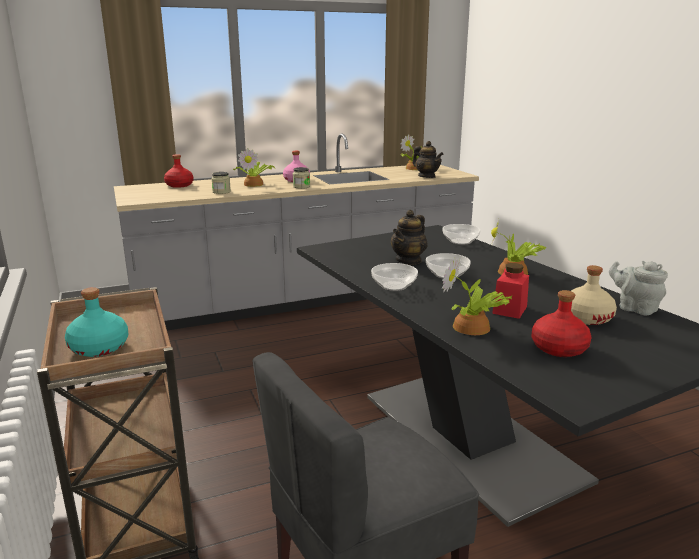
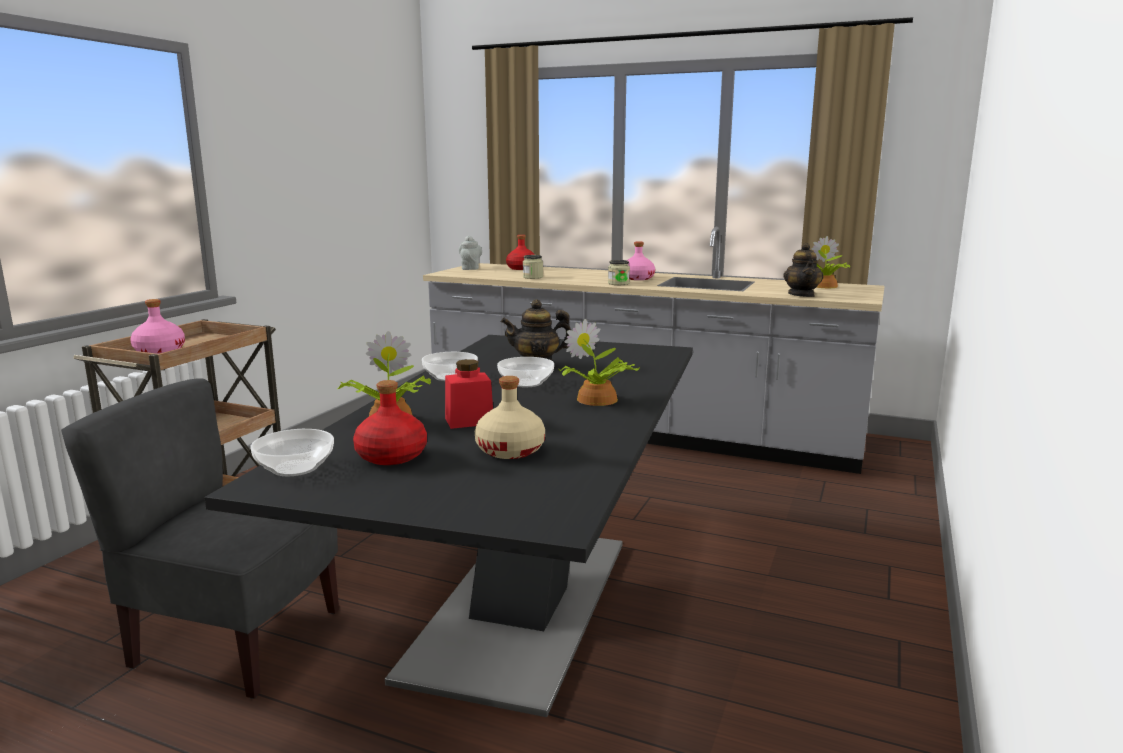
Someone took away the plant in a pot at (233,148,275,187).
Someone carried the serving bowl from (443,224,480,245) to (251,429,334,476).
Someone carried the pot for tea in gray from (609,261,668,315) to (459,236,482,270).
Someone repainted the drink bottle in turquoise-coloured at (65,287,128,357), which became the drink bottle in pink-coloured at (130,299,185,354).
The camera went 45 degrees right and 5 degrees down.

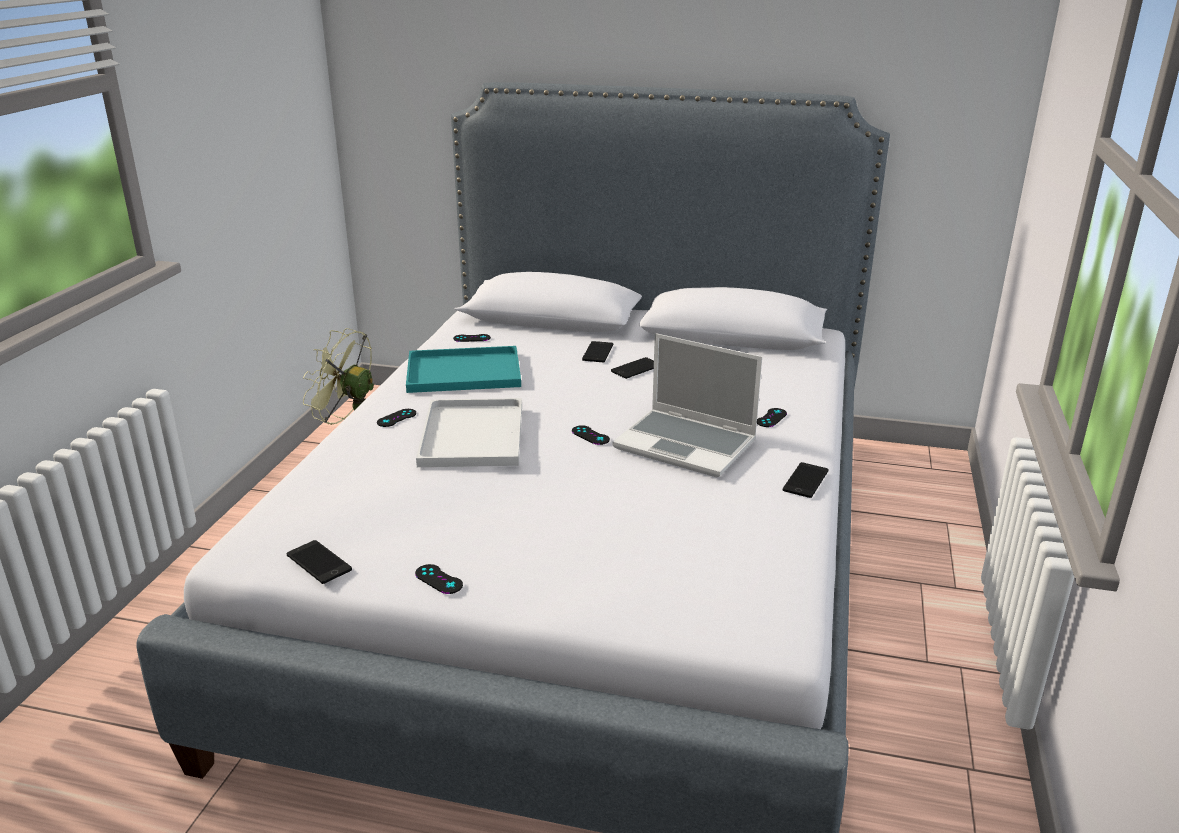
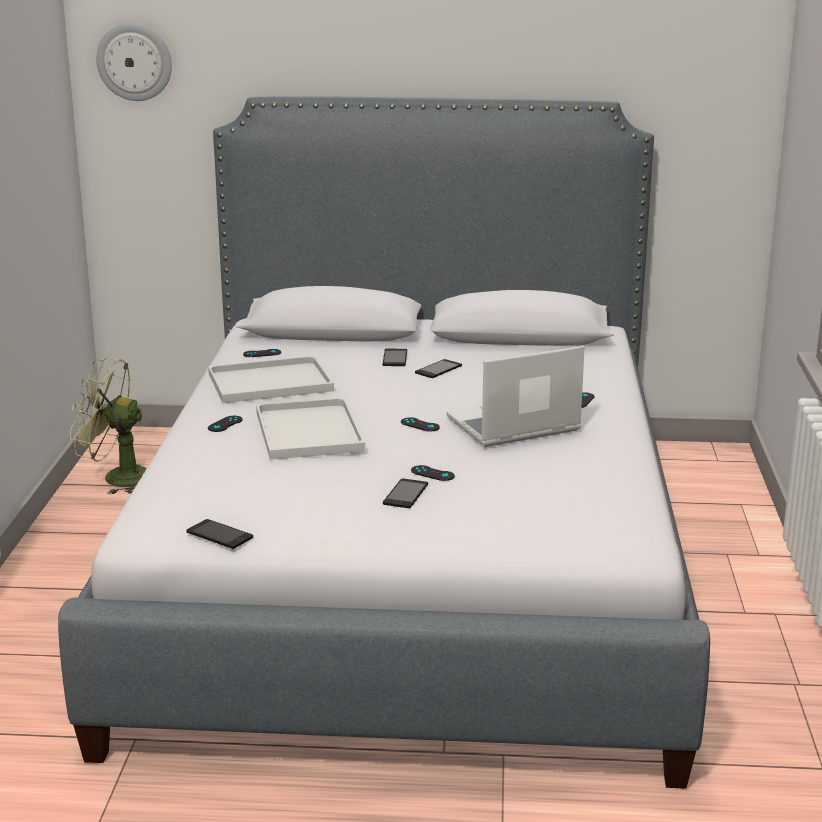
Someone put up the hanging clock at (96,23,172,101).
Someone carried the game controller in black from (415,564,463,594) to (411,465,455,481).
Someone carried the handset from (783,462,829,498) to (383,478,428,508).
Someone repainted the serving tray in turquoise-coloured at (406,346,521,393), which became the serving tray in whitish at (208,356,334,403).
Someone rotated the laptop at (612,333,762,477) by 135 degrees clockwise.
The camera went 10 degrees left and 5 degrees down.

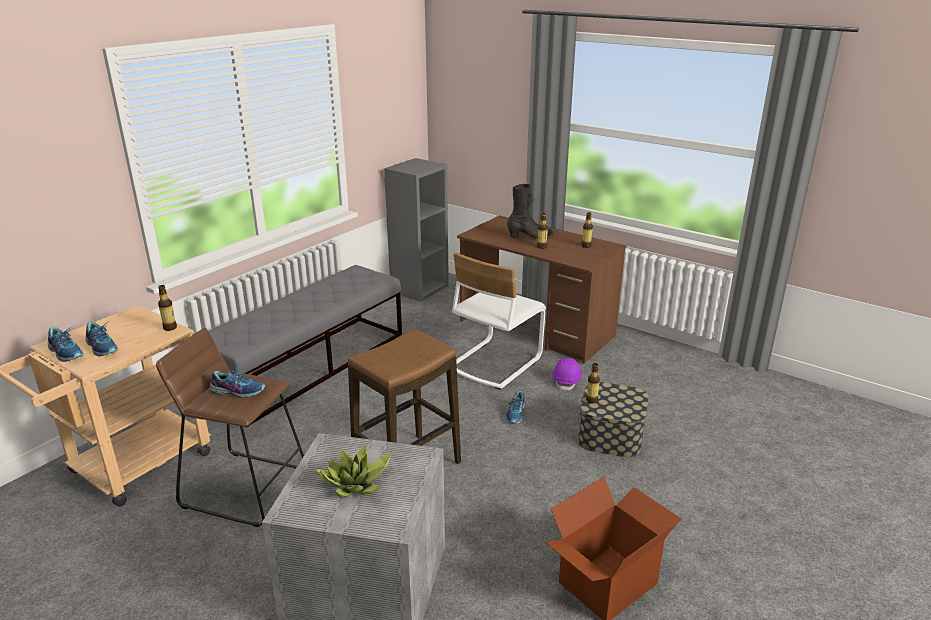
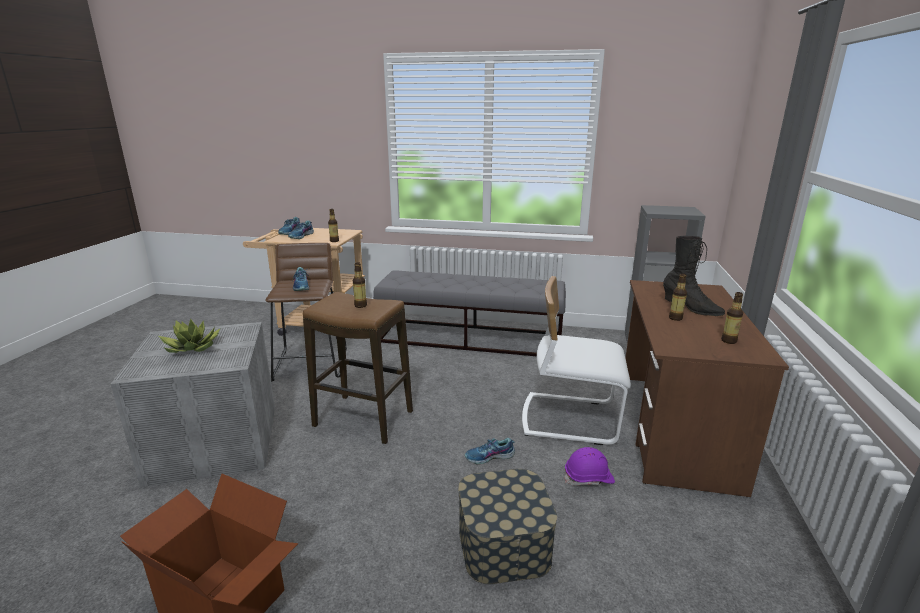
Someone carried the drink bottle from (586,363,600,403) to (353,262,367,308).
The camera went 65 degrees right and 5 degrees down.

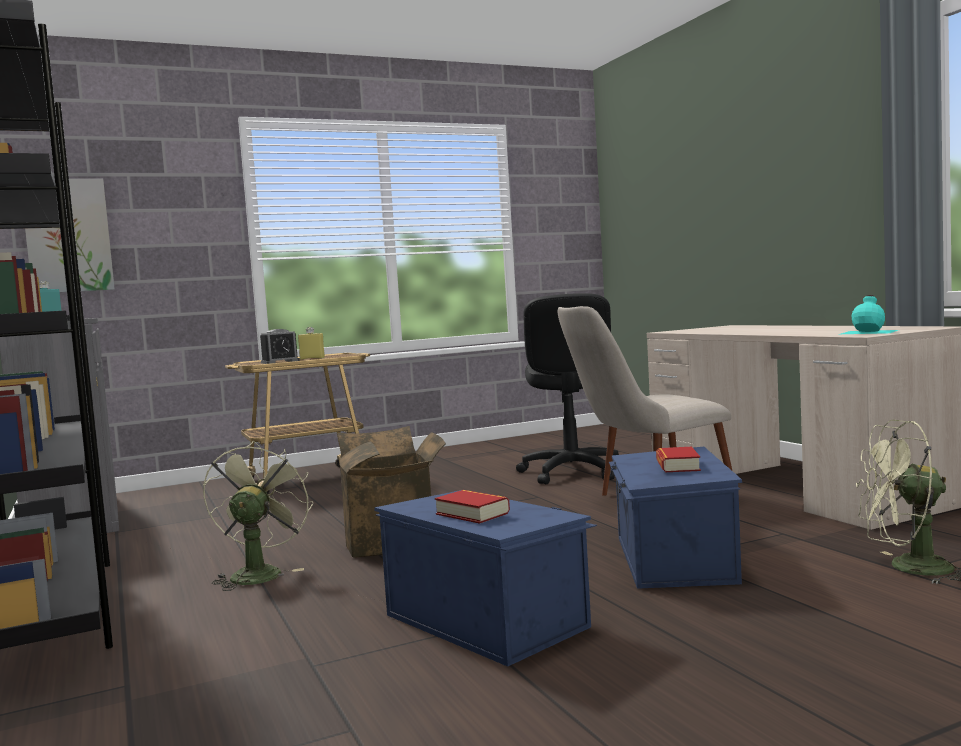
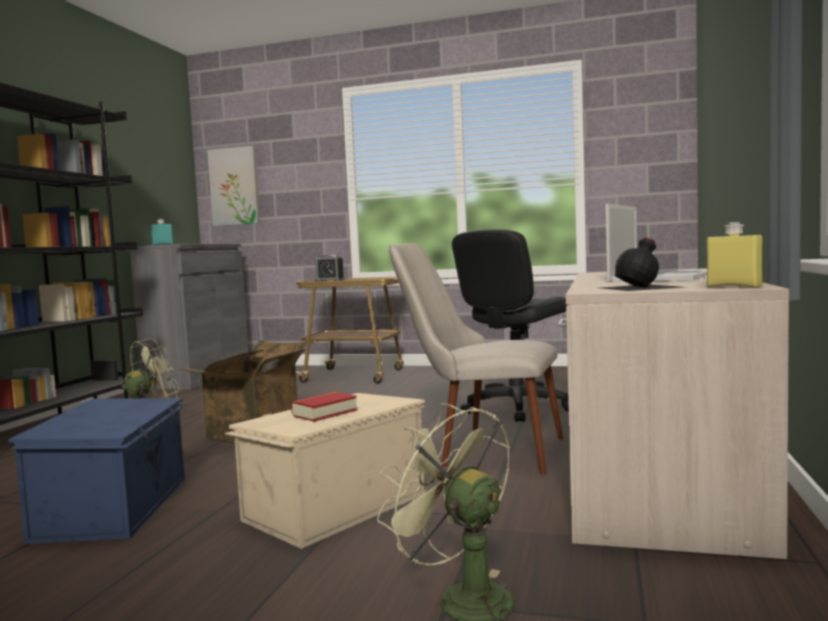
Someone took away the volume at (435,490,510,524).
Someone put down the laptop at (606,204,707,282).
Someone carried the drink bottle in yellow-coloured from (298,327,325,360) to (707,222,762,287).
Someone repainted the storage bin in bluish at (609,447,742,589), which became the storage bin in sand-coloured at (225,393,425,549).
Someone repainted the drink bottle in turquoise-coloured at (841,295,898,334), which became the drink bottle in black at (601,237,683,291).
The camera went 40 degrees right and 0 degrees up.

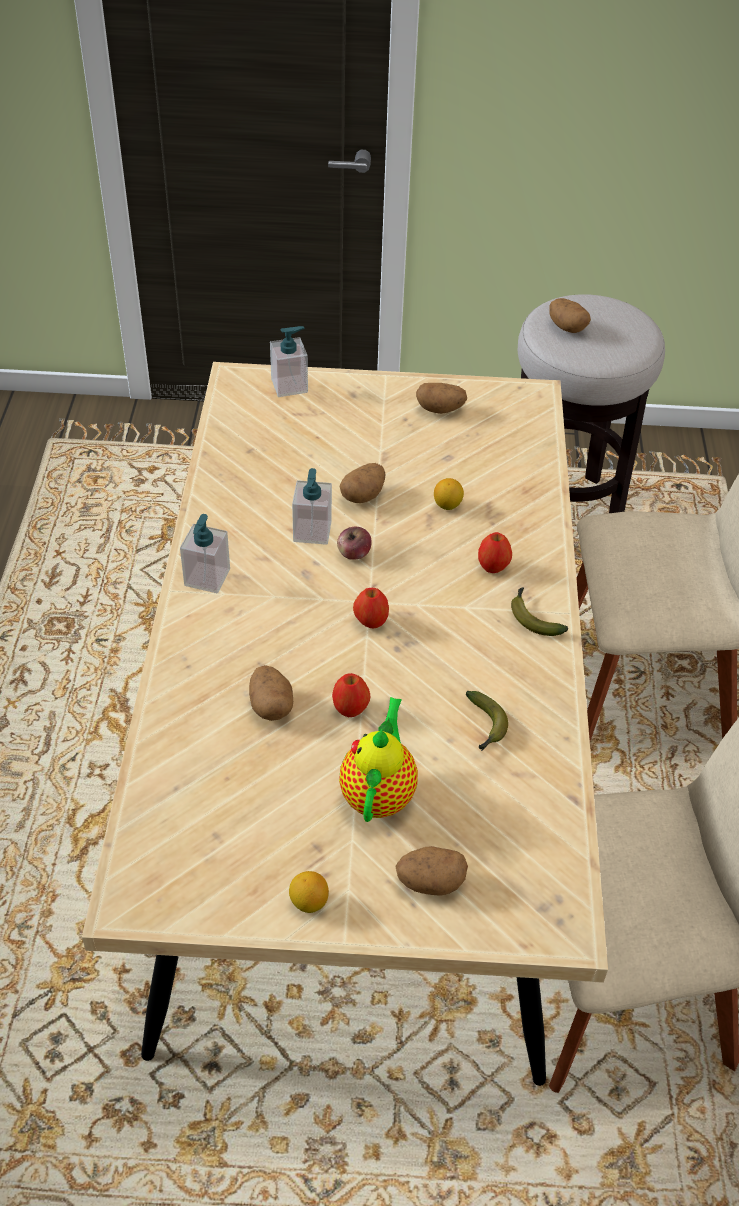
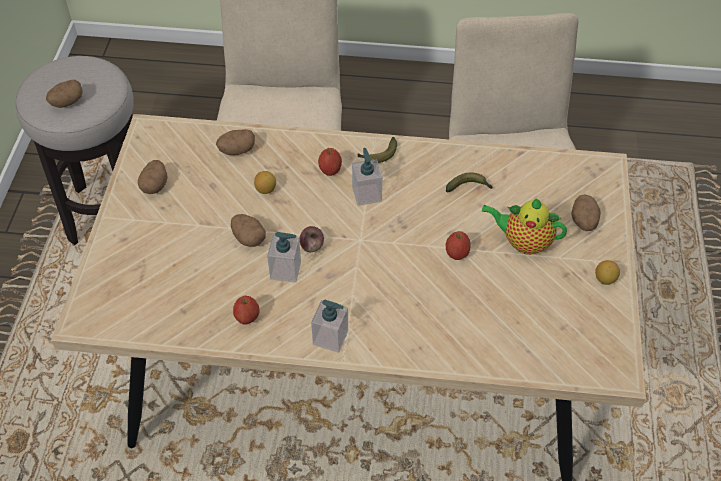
Someone carried the spud from (249,665,293,721) to (216,129,255,155).
Someone carried the soap bottle from (270,326,308,397) to (352,148,383,206).
Someone carried the apple from (353,588,389,628) to (233,296,260,325).
The camera went 85 degrees left and 5 degrees up.

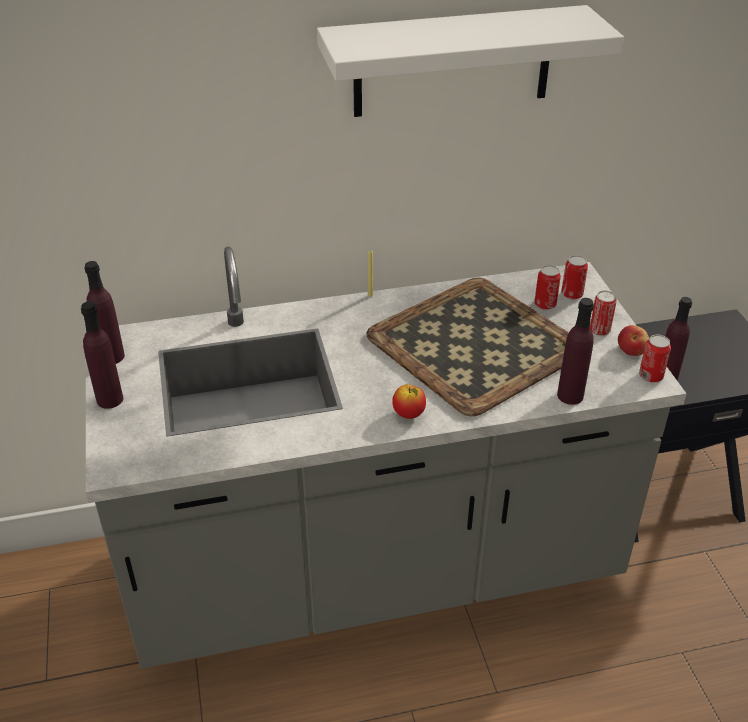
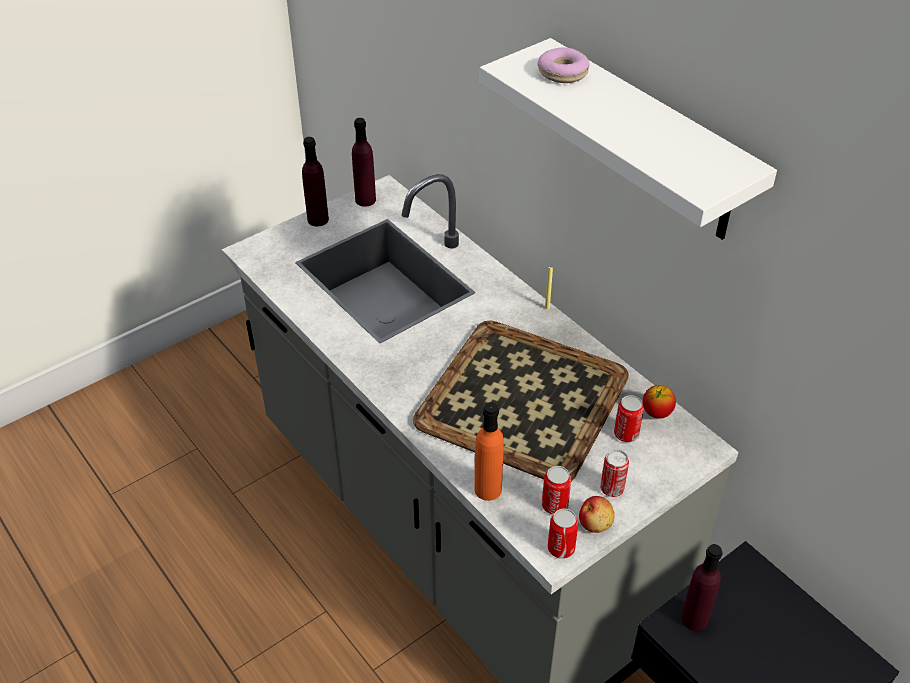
Someone put down the ring doughnut at (538,48,590,83).
Someone carried the apple from (392,384,426,419) to (643,385,676,419).
Someone carried the metal can from (561,255,588,299) to (542,466,571,514).
Someone repainted the drink bottle in purple at (557,298,594,405), which became the drink bottle in orangey at (474,402,504,501).
The camera went 65 degrees right and 5 degrees up.

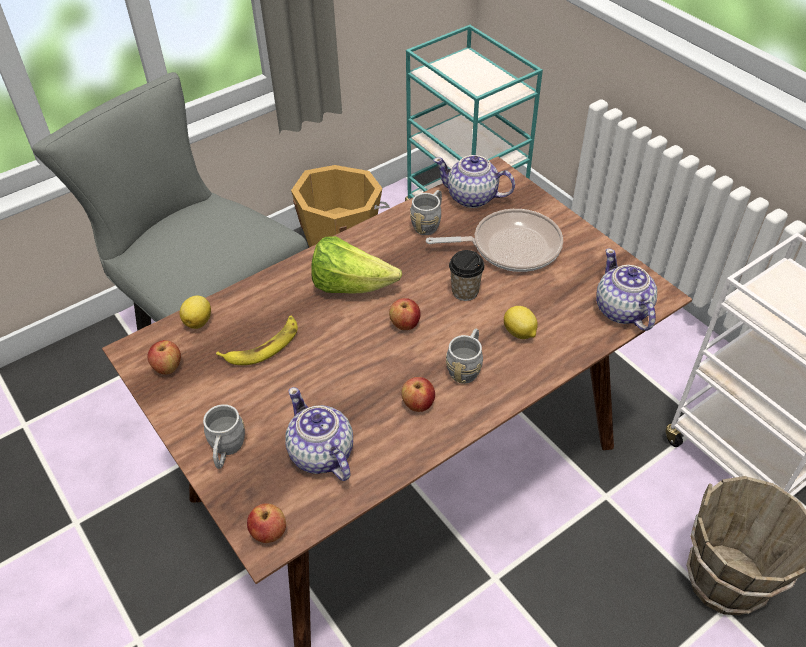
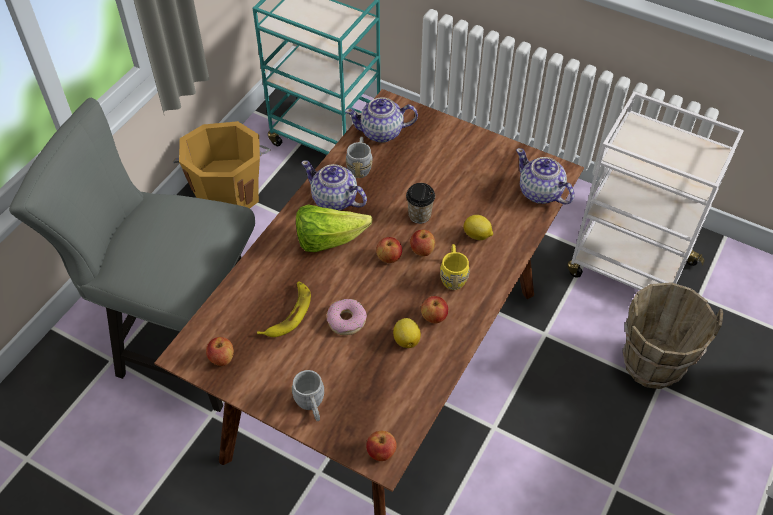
Someone took away the skillet at (426,209,563,272).
Someone put down the ring doughnut at (327,299,367,335).
Someone put down the apple at (410,230,435,256).
Someone carried the whole lemon from (179,296,211,329) to (393,318,421,348).
Someone carried the pot for tea from (285,387,353,481) to (301,160,367,211).
Someone repainted the tea mug in gray at (446,328,483,384), which became the tea mug in yellow-coloured at (440,244,470,290).
The camera went 25 degrees left and 5 degrees up.

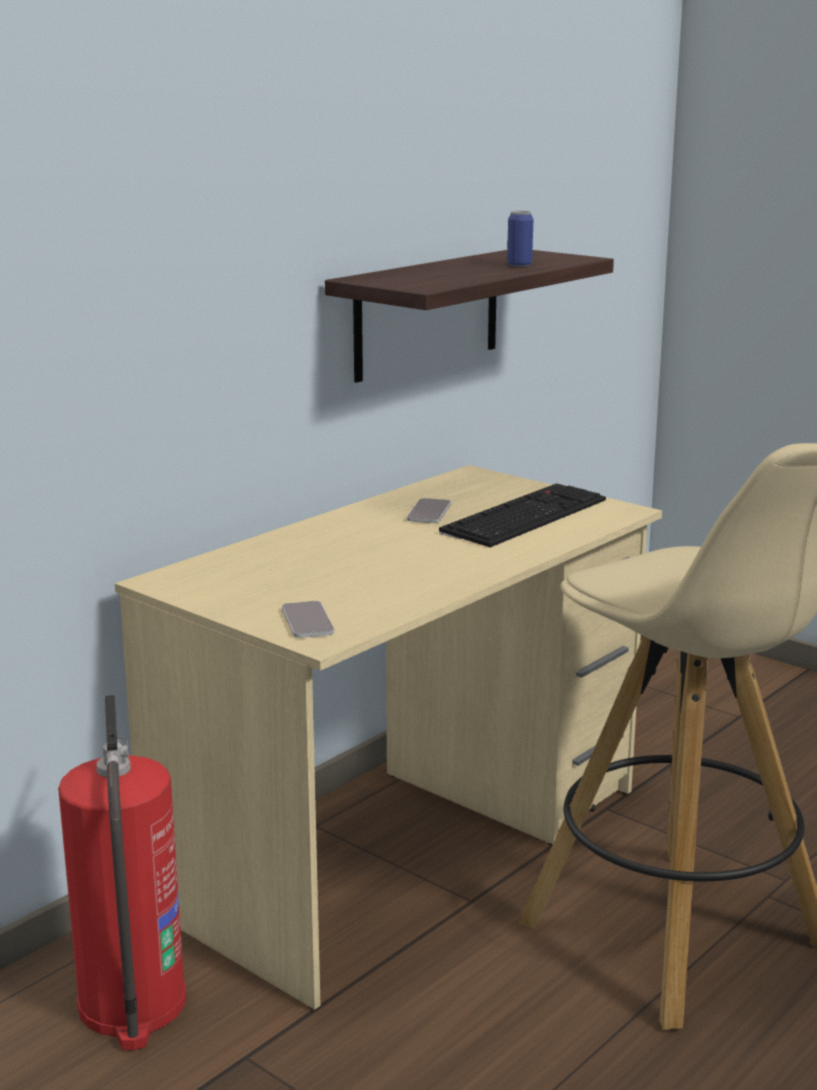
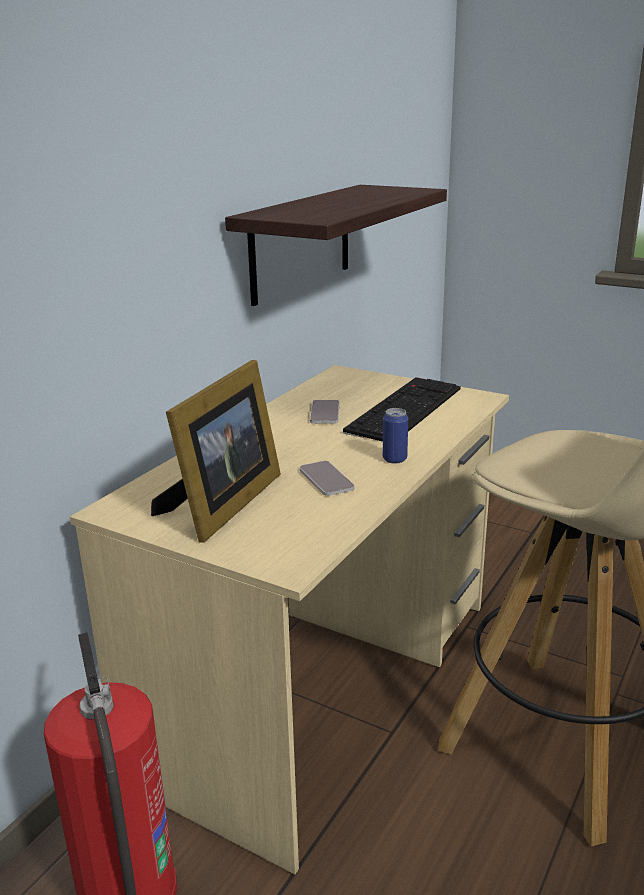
Someone put down the picture frame at (151,360,281,543).
Someone carried the handset from (282,601,334,638) to (300,461,355,496).
Someone carried the metal can from (507,211,533,267) to (383,408,408,464).
The camera went 10 degrees left and 5 degrees up.

